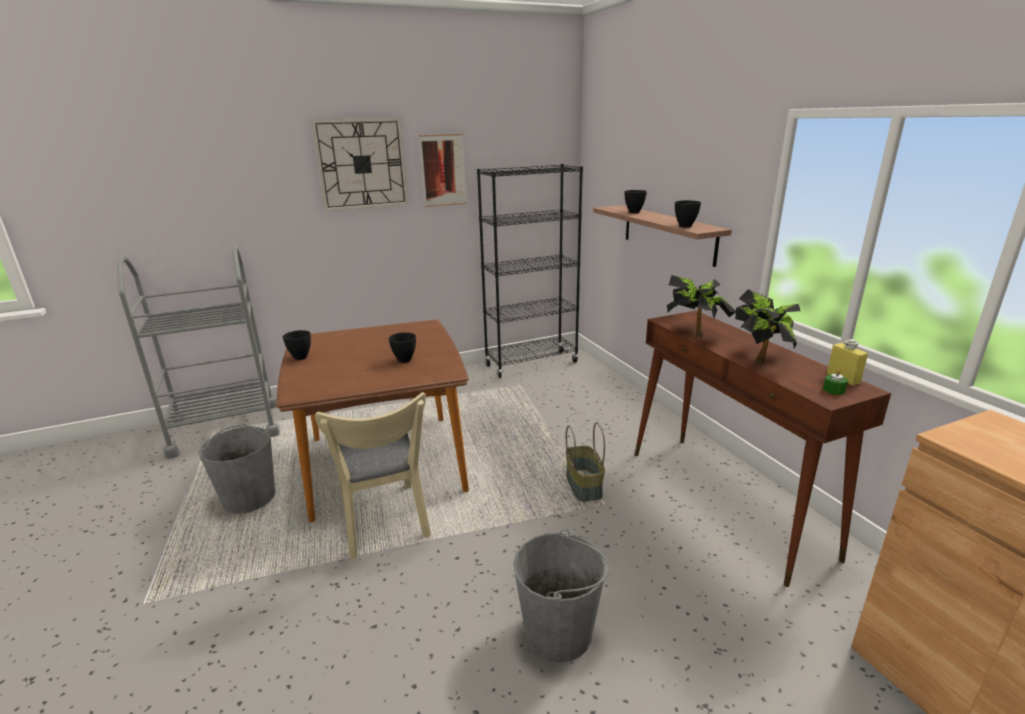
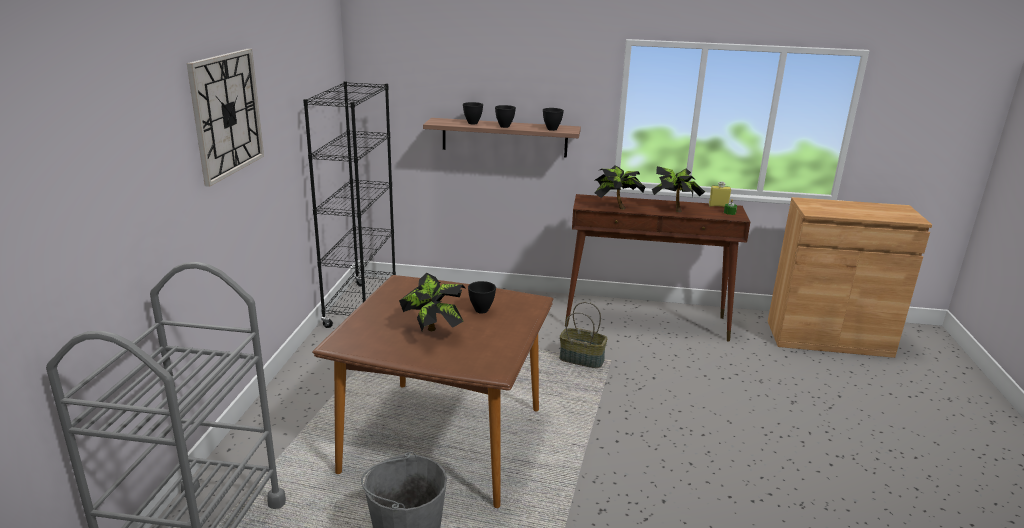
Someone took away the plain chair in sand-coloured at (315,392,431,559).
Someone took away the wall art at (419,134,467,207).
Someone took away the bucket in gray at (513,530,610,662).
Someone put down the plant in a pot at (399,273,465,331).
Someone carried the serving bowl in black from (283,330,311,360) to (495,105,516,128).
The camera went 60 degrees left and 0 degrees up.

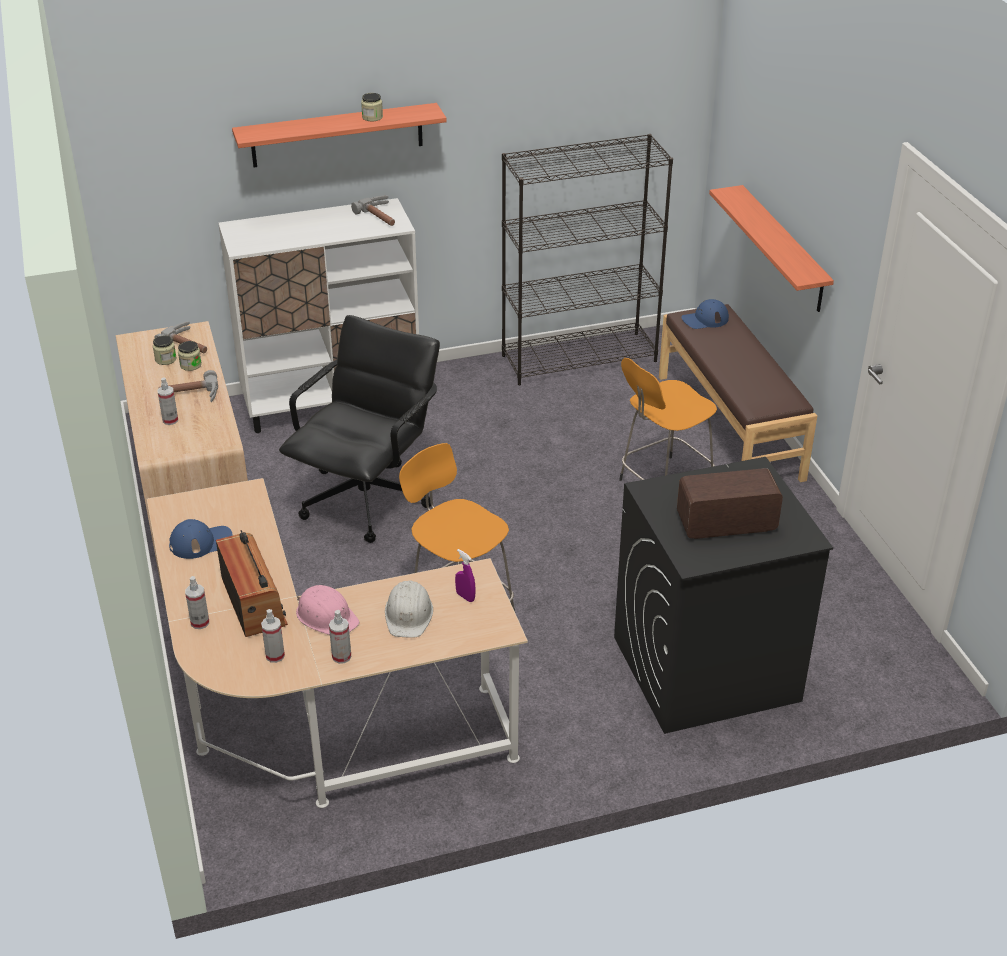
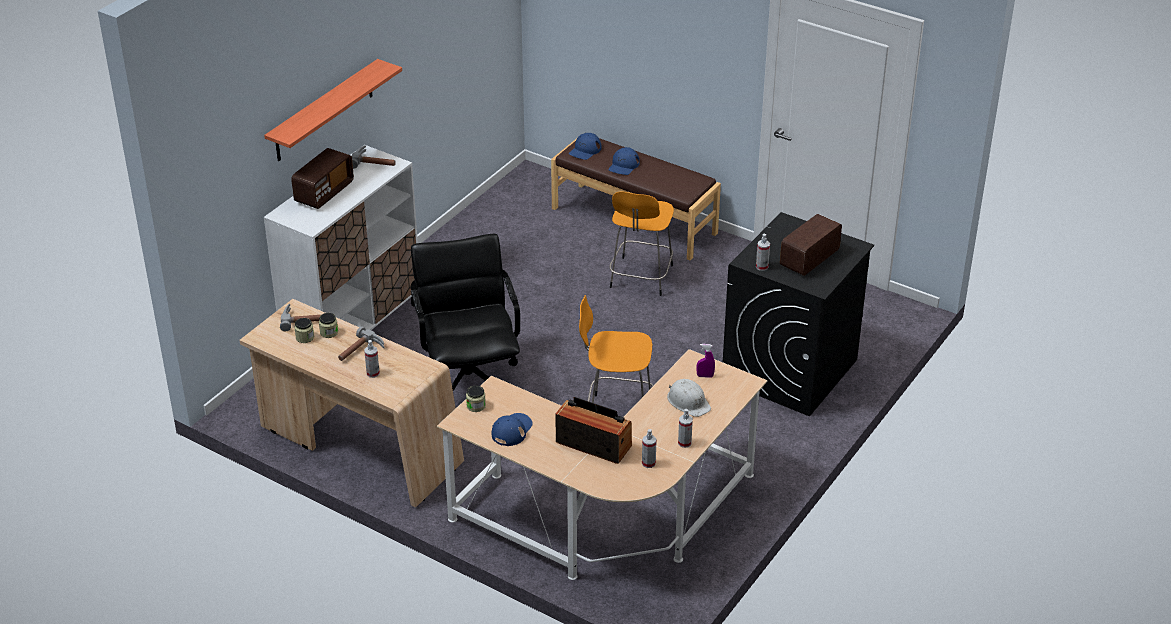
Someone took away the work helmet in pink-coloured at (296,585,360,635).
Someone took away the shelving unit in black at (502,134,673,385).
Someone took away the shelf at (709,185,834,312).
Someone put down the radio at (291,148,354,209).
Someone put down the cap in bluish at (609,147,640,175).
Someone carried the hand sprayer from (185,576,209,629) to (756,234,770,271).
Someone carried the storage jar from (361,93,383,121) to (466,385,486,412).
The camera went 40 degrees left and 0 degrees up.

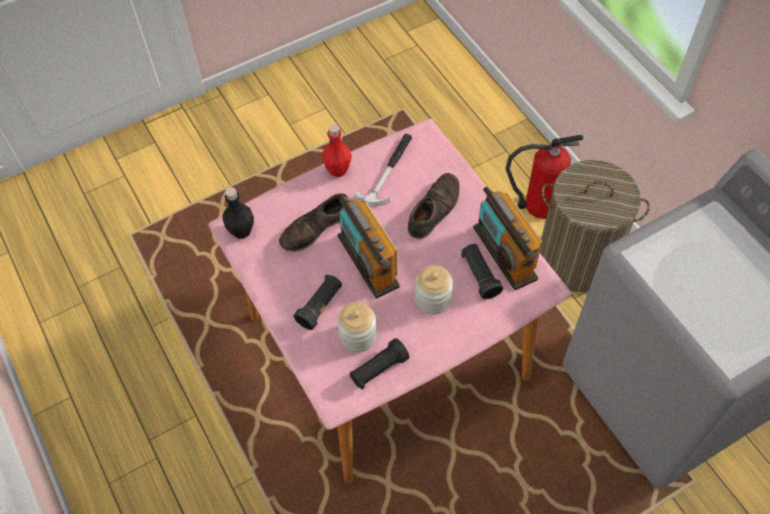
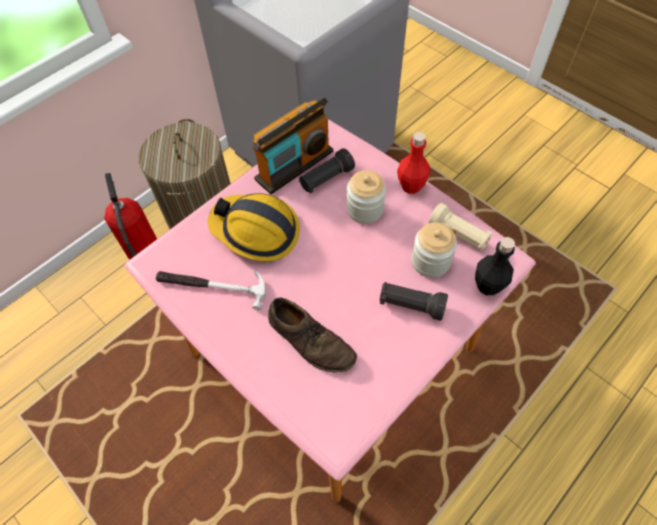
Someone took away the radio at (338,195,400,298).
Someone carried the drink bottle in black from (222,187,254,239) to (475,237,515,295).
Someone carried the drink bottle in red-coloured from (322,124,352,177) to (397,132,431,194).
Someone swapped the item of footwear in brown at (408,173,460,239) for the work helmet at (207,193,300,262).
Someone repainted the torch in black at (349,338,409,390), which became the torch in sand-coloured at (428,203,492,250).
The camera went 105 degrees left and 0 degrees up.

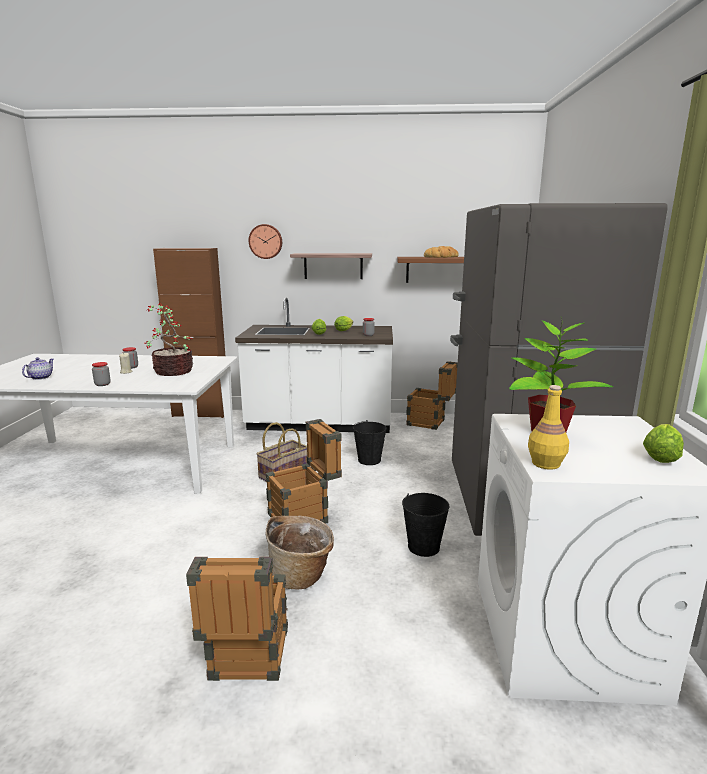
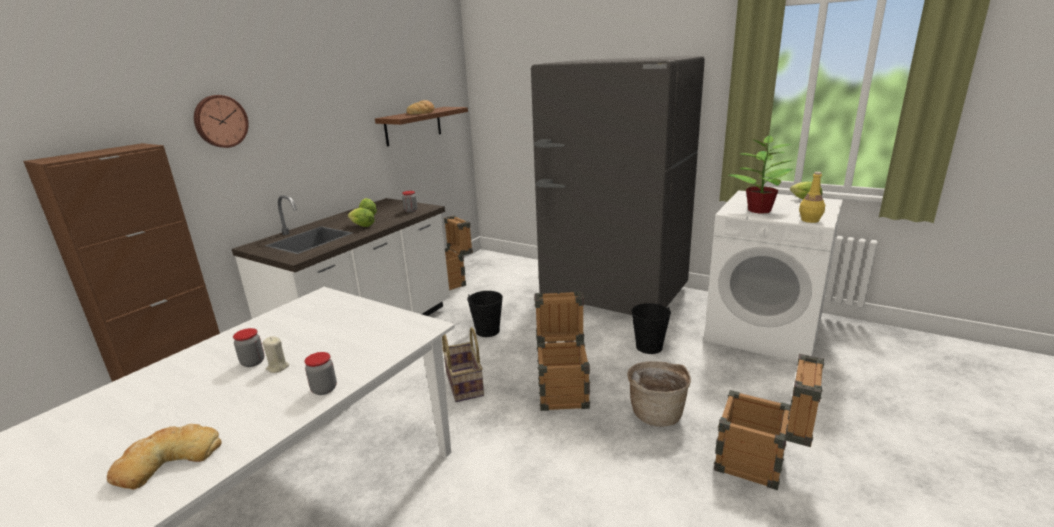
Someone took away the plant in a pot at (145,303,193,376).
Someone took away the shelf at (290,253,372,279).
Someone swapped the pot for tea at (22,357,54,380) for the bakery bread at (107,424,222,490).
The camera went 60 degrees left and 5 degrees up.

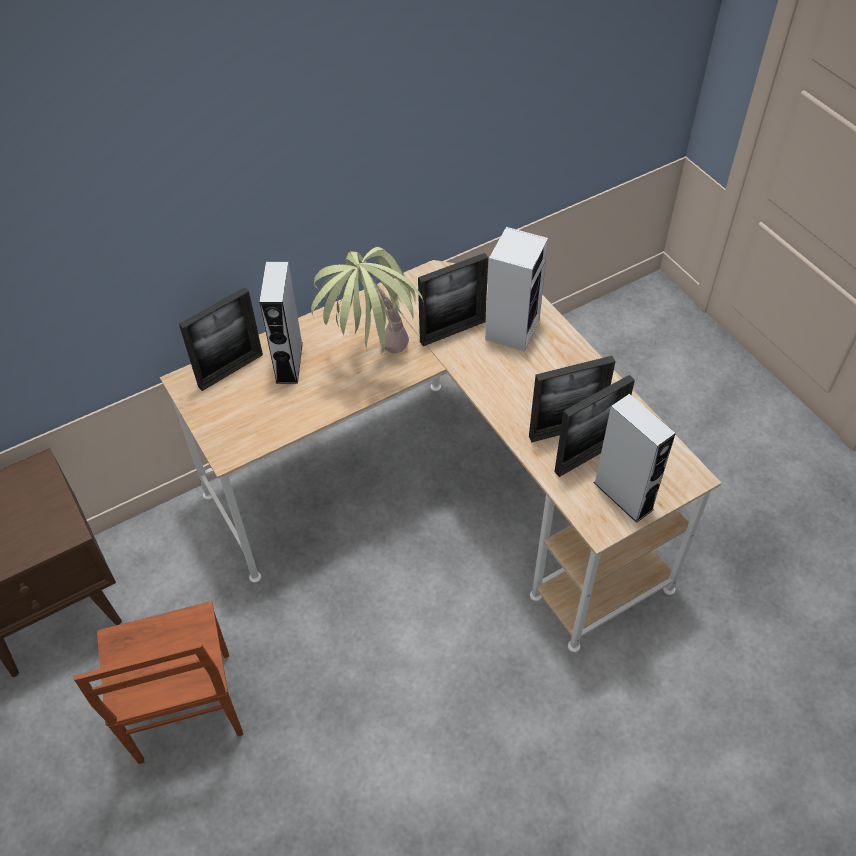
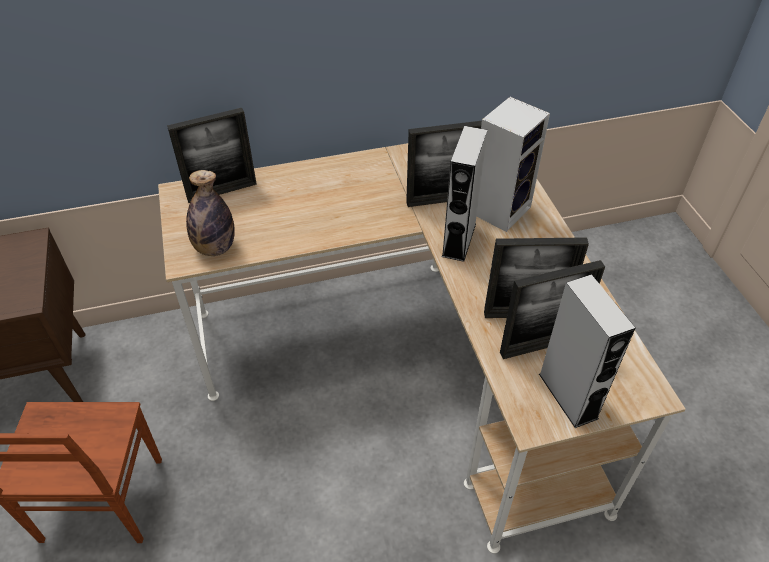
Someone took away the plant in a pot at (311,247,424,355).
Someone put down the drink bottle at (186,170,235,256).
Someone carried the speaker in gray from (259,261,303,384) to (442,126,488,262).
The camera went 15 degrees right and 5 degrees down.

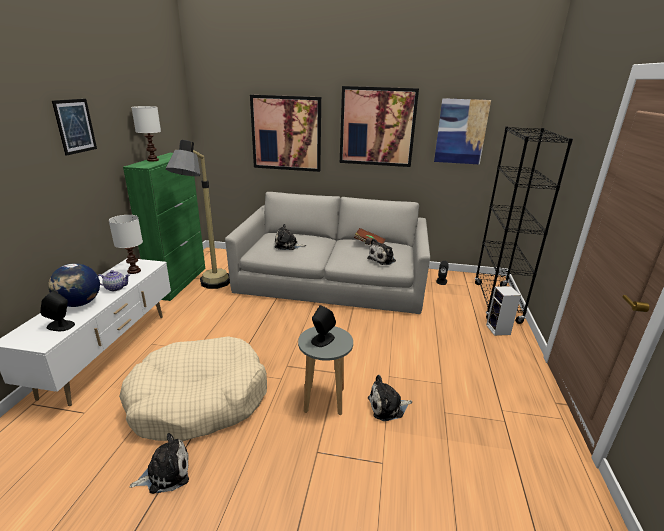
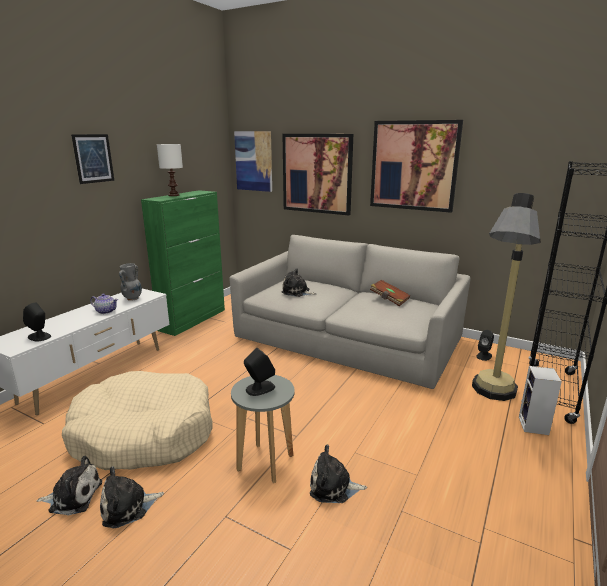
Someone took away the world globe at (48,263,100,307).
Someone carried the floor lamp from (166,140,230,289) to (472,193,540,401).
Someone carried the soft toy from (367,238,396,265) to (100,466,164,528).
Someone carried the wall art from (434,98,491,164) to (234,131,272,192).
Someone swapped the tabletop lamp in whitish at (109,215,143,274) for the decorative vase in gray at (119,263,142,301).
The camera went 20 degrees right and 5 degrees down.

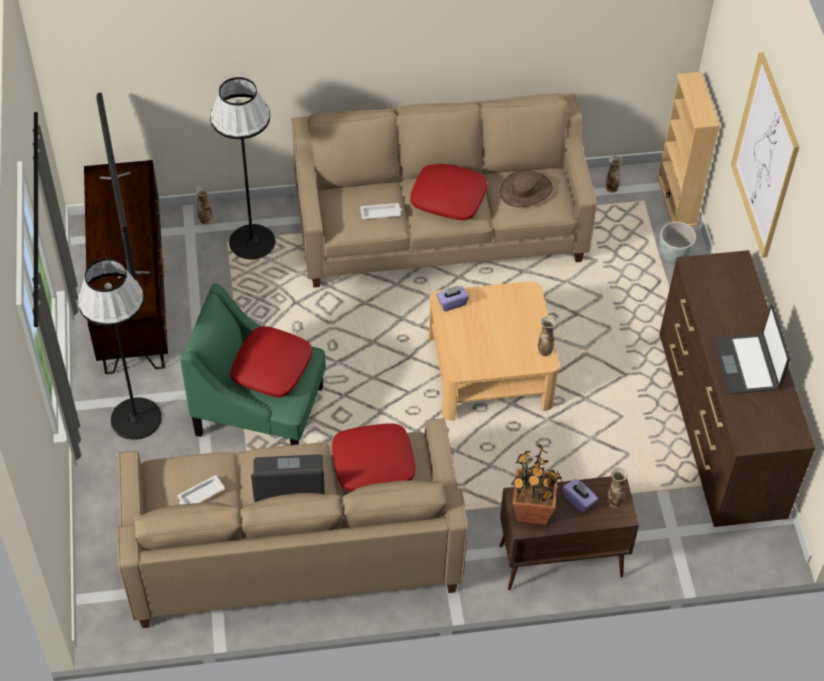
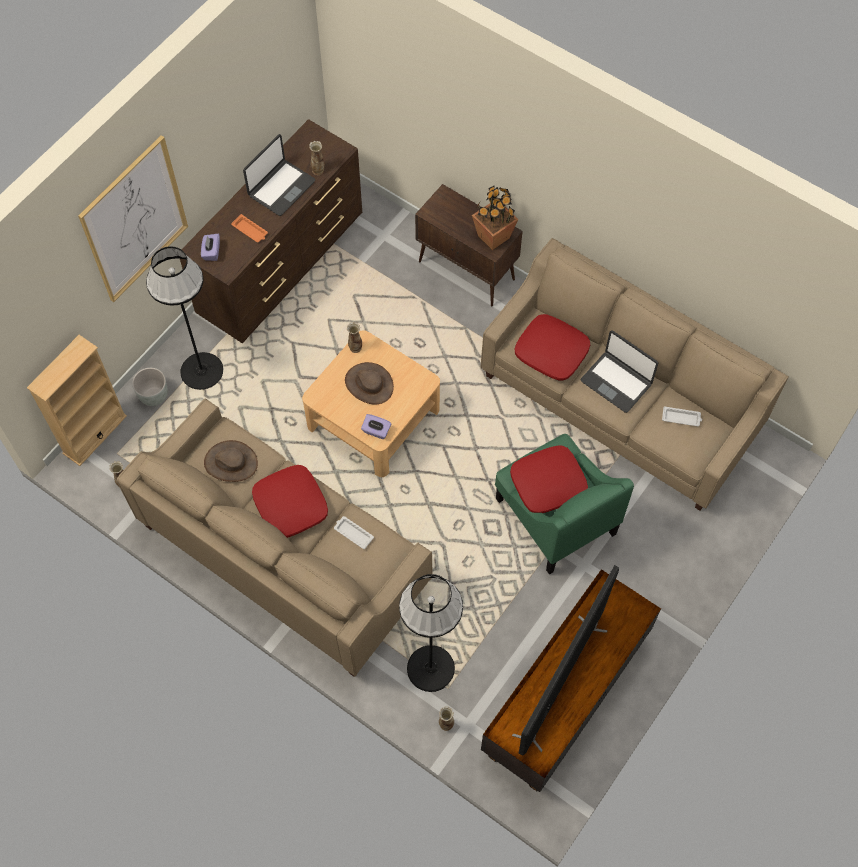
Someone put down the serving tray in orangey at (231,214,268,243).
Someone put down the wearable hat in brown at (345,362,394,404).
Someone carried the floor lamp in black from (78,258,162,440) to (146,246,223,390).
Someone carried the tissue holder in purple from (562,479,598,513) to (201,234,220,261).
Someone carried the decorative vase from (607,467,628,508) to (309,141,325,175).
The camera went 135 degrees left and 10 degrees up.

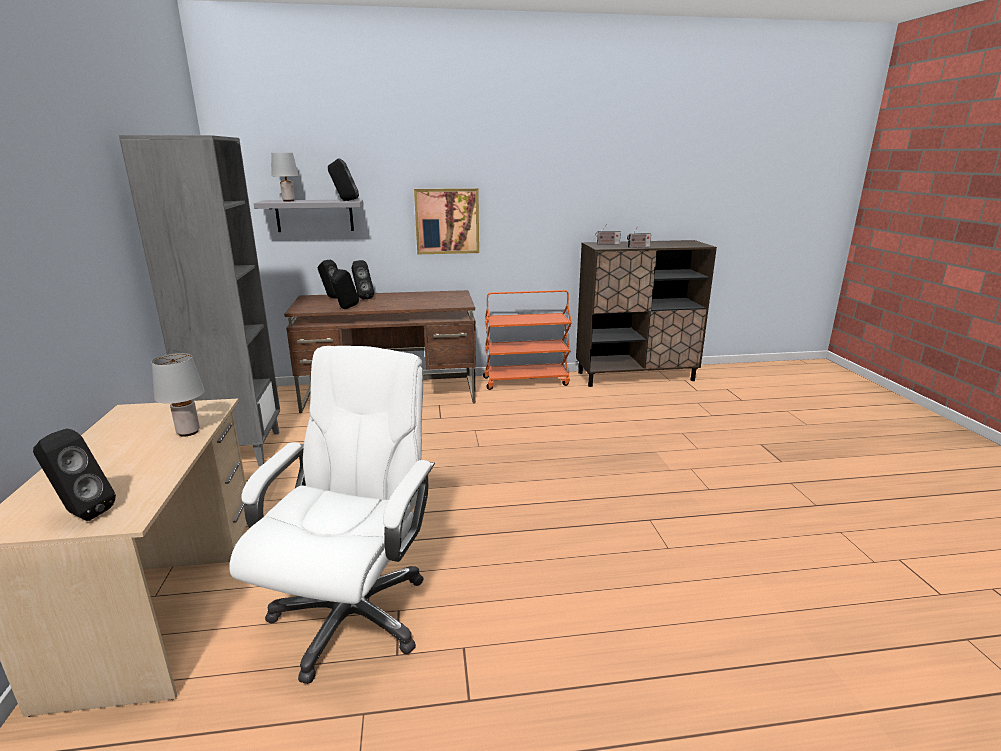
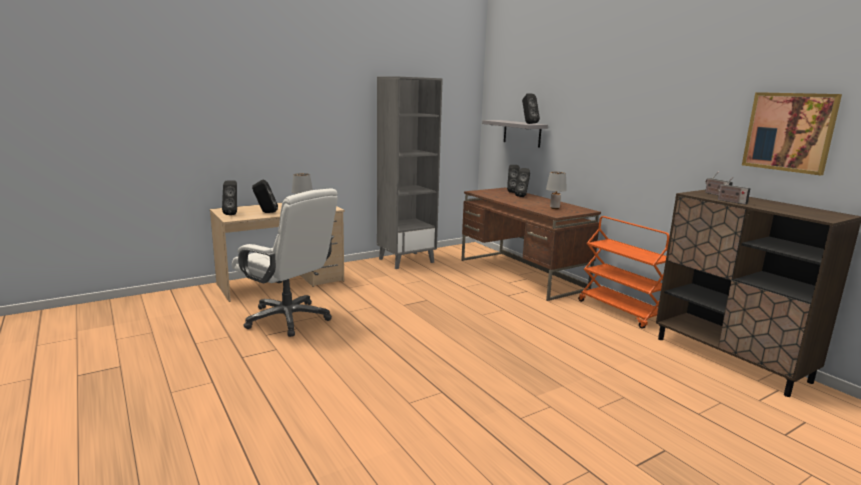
Someone carried the tabletop lamp in gray from (271,153,299,202) to (546,172,567,209).
Someone carried the speaker in black from (331,269,359,309) to (252,179,278,213).
Someone carried the wall art from (414,188,479,254) to (742,92,842,176).
Someone rotated the computer chair in whitish at (229,346,435,684) by 45 degrees clockwise.
The camera went 65 degrees right and 5 degrees down.

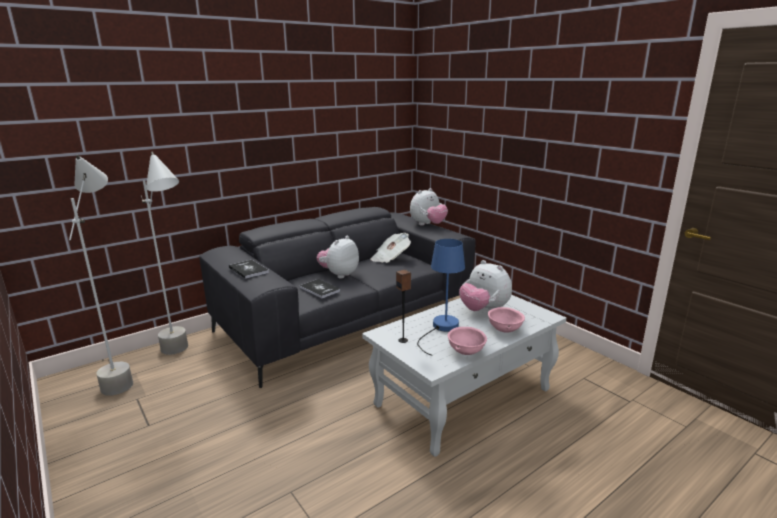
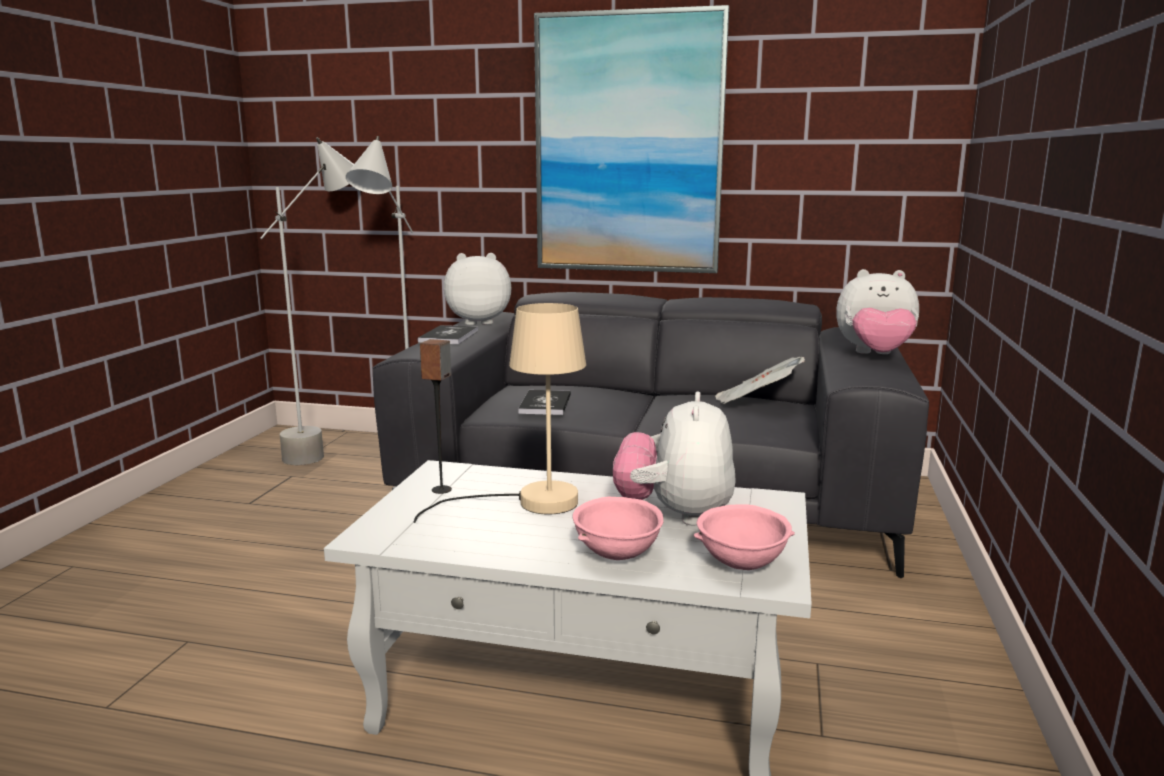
Someone put up the wall art at (534,5,729,273).
Someone carried the soft toy from (316,236,359,278) to (444,253,512,325).
Someone carried the serving bowl in pink-coloured from (448,327,487,355) to (694,504,795,570).
Someone repainted the tabletop lamp in bluish at (417,239,465,356), which became the tabletop lamp in sand-coloured at (414,303,586,523).
The camera went 50 degrees right and 5 degrees down.

